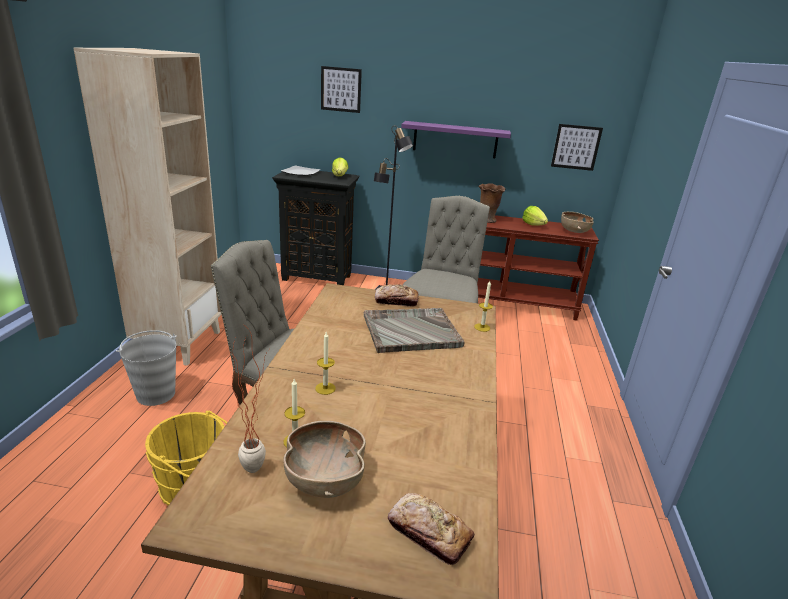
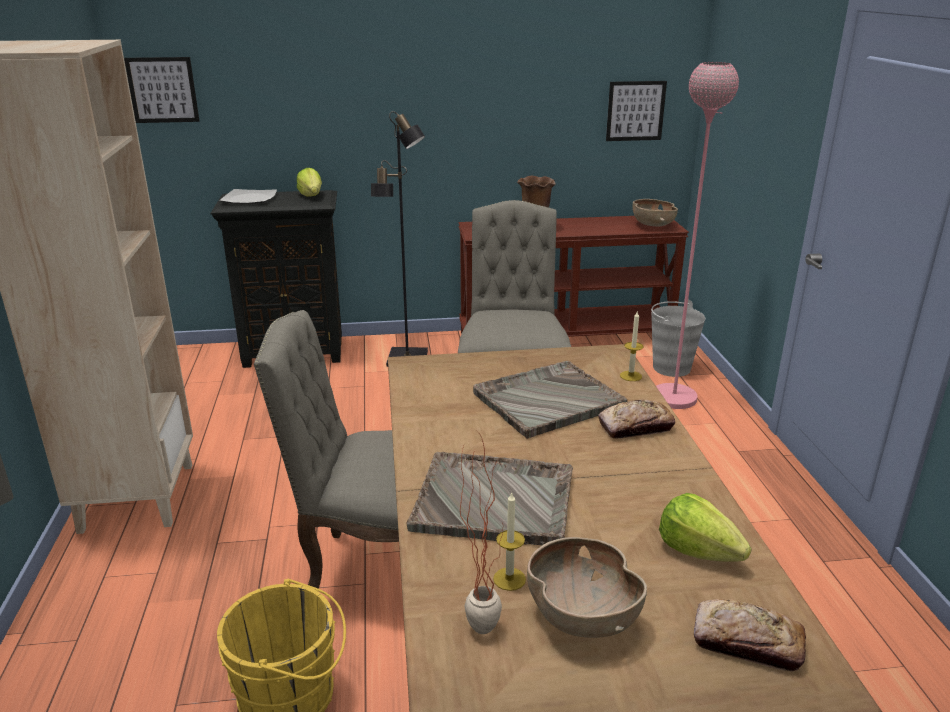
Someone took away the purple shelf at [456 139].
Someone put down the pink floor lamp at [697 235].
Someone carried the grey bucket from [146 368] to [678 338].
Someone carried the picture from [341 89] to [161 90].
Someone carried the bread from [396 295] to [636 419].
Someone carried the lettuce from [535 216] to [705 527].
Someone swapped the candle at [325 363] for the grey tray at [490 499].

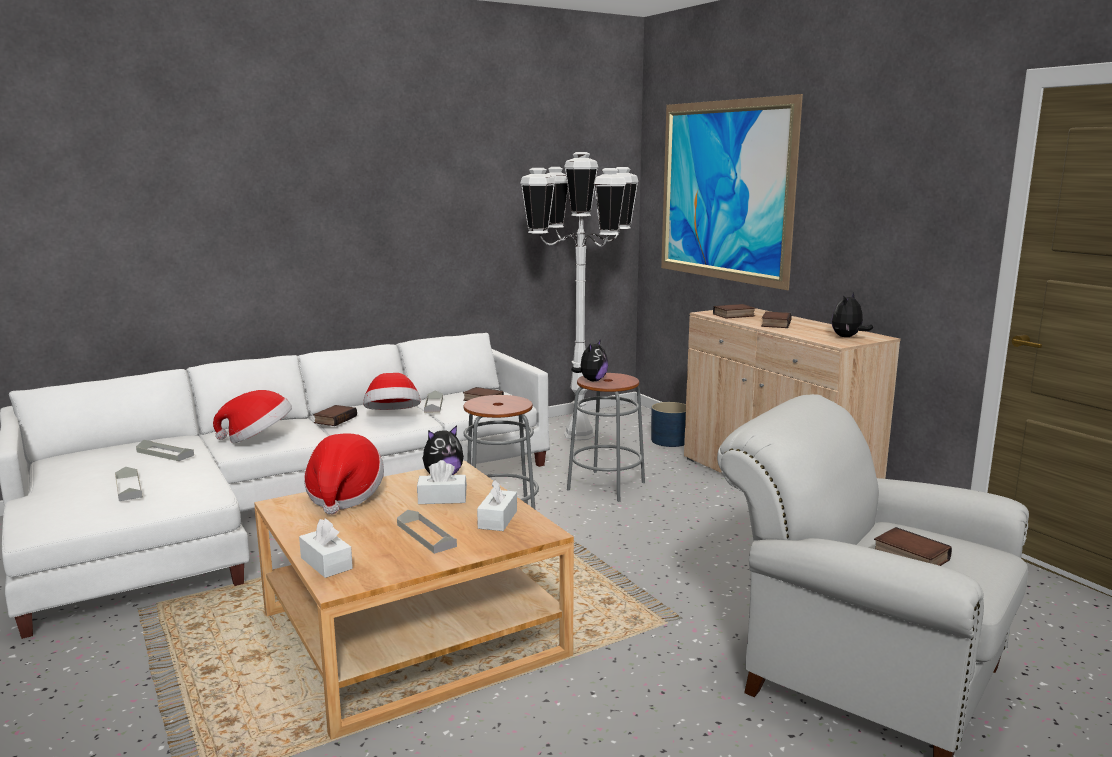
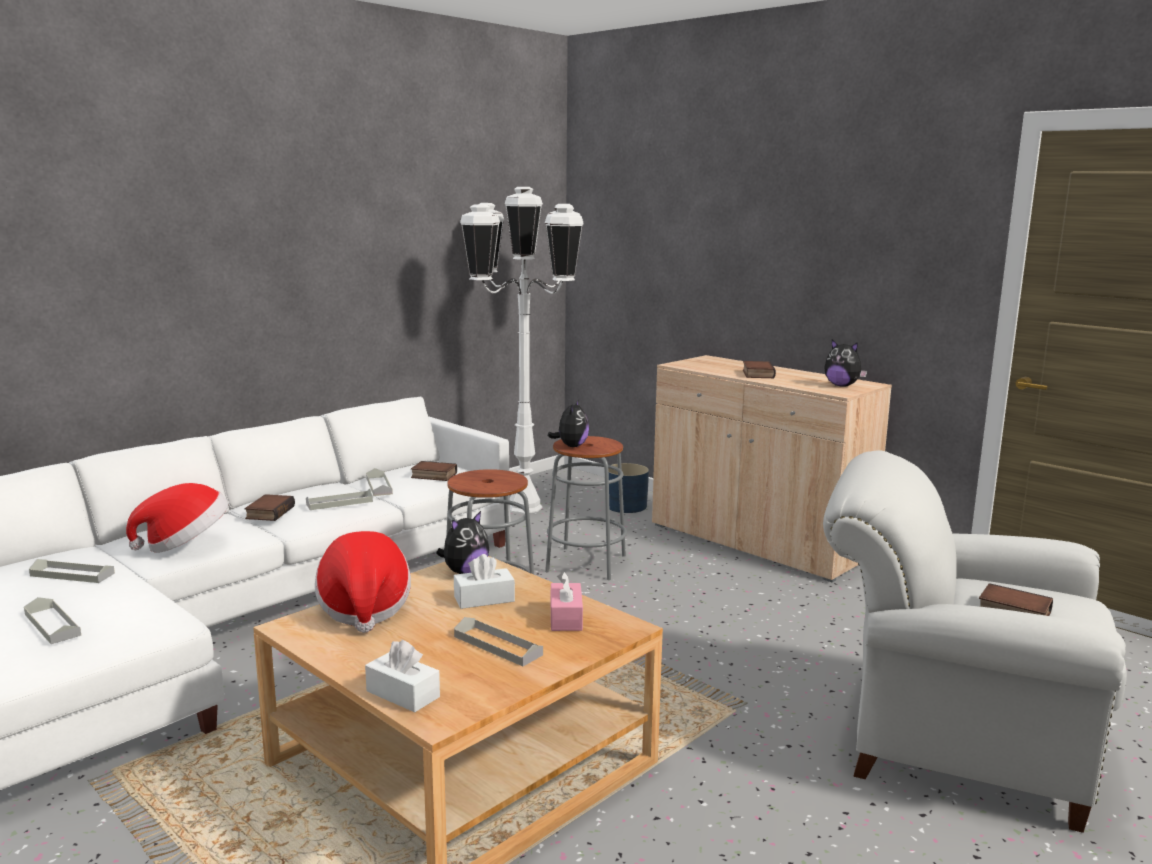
Someone took away the picture at [732 192].
Someone took away the book at [734 311].
Someone swapped the hat at [392 391] for the grey tray at [339 499].
Someone repainted the white tissue box at [497 505], which became the pink tissue box at [567 601].
Someone rotated the plush toy at [852 315] by 75 degrees counterclockwise.

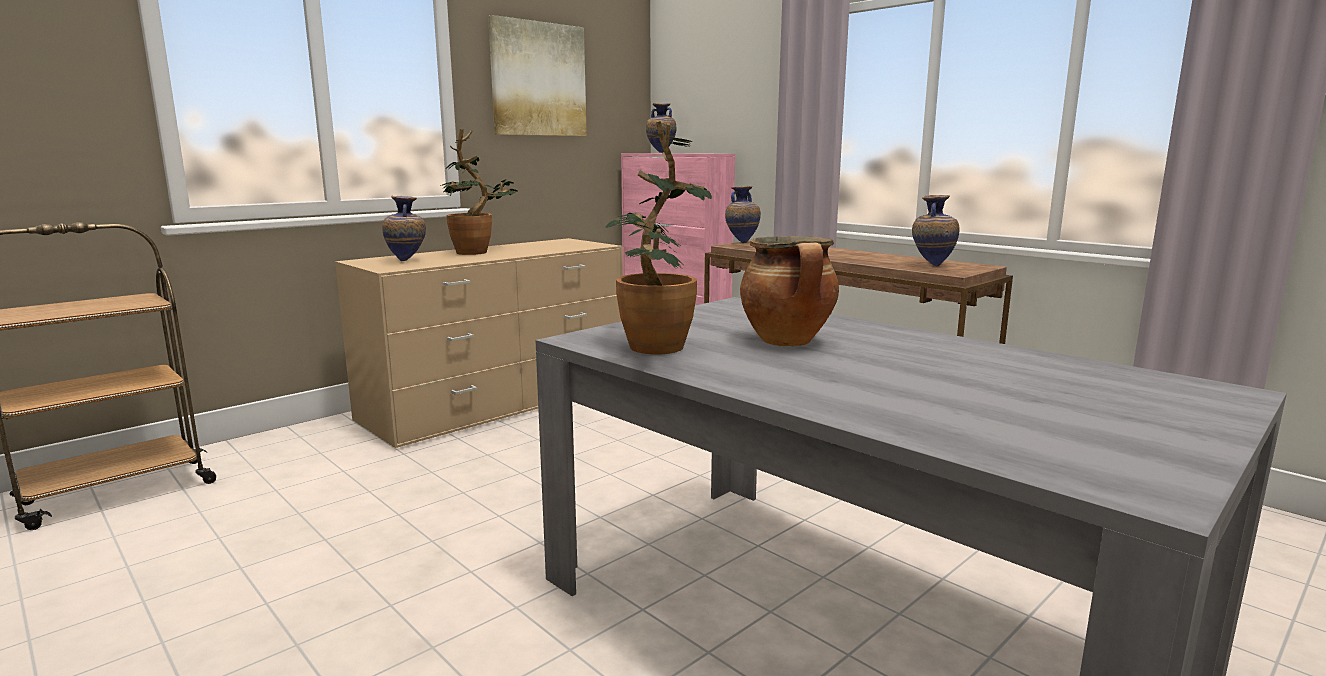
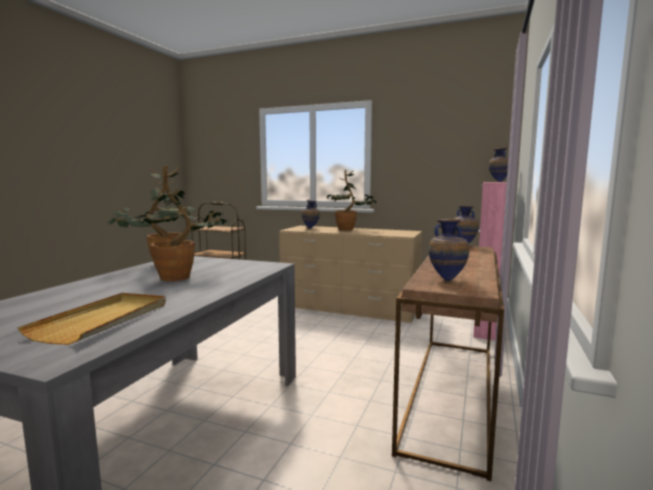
Someone took away the picture at [537 75].
Someone put down the beige tray at [91 319].
Someone swapped the cooking pot at [789 291] for the potted plant at [181 223].

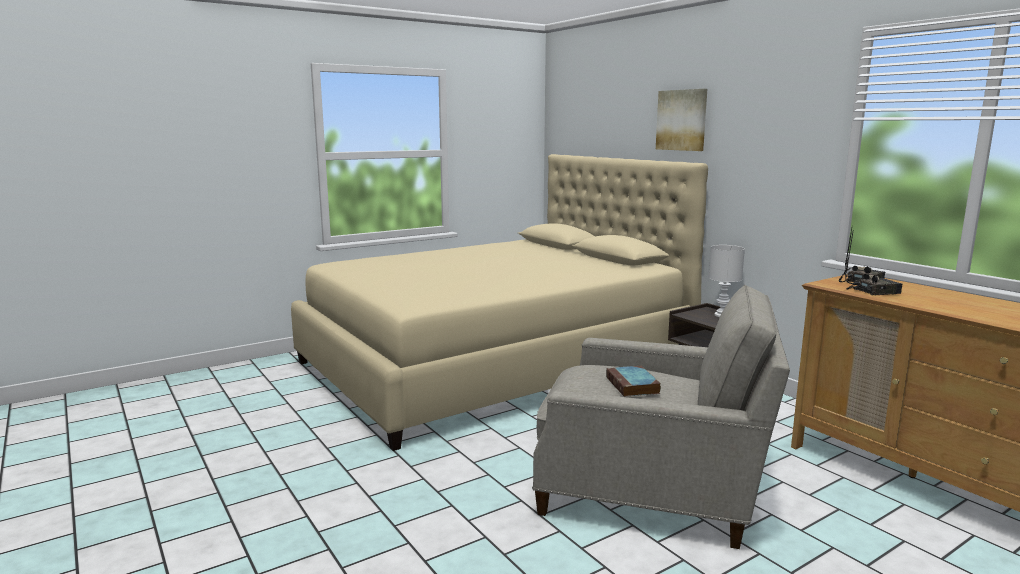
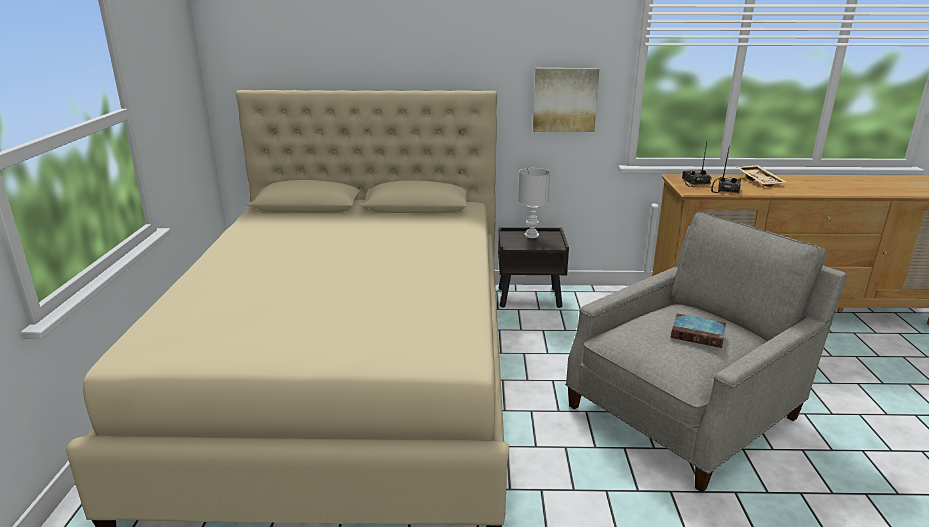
Someone put down the beige tray at [761 176].
Someone carried the picture from [681 120] to [566 100].

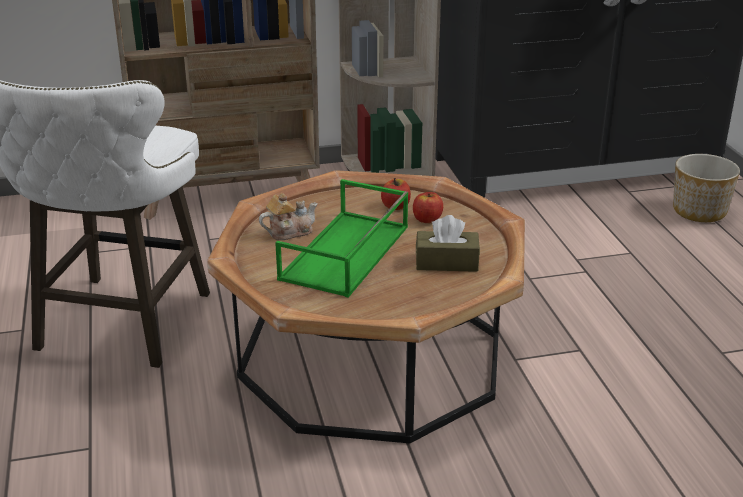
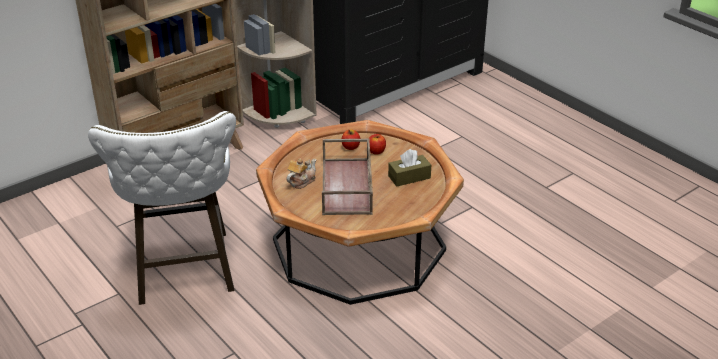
Someone took away the planter at [706 188].
Someone repainted the green tray at [341 238], which became the brown tray at [347 176].

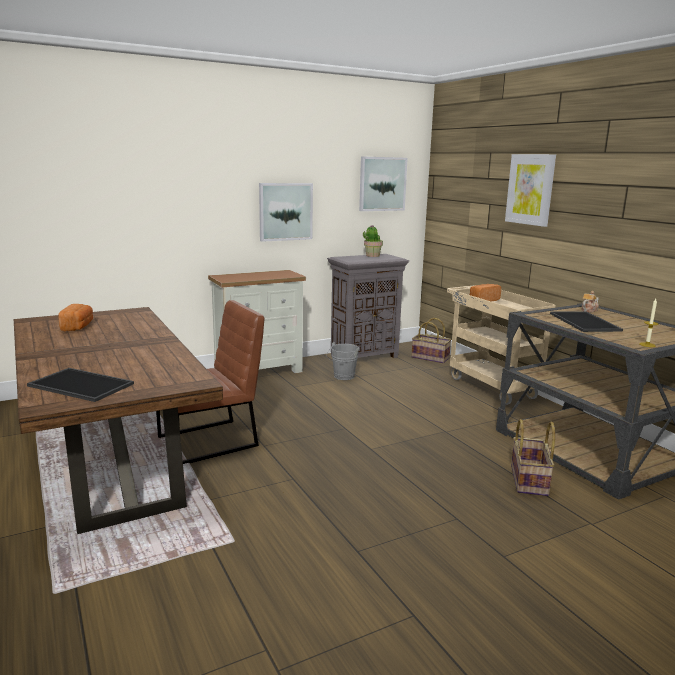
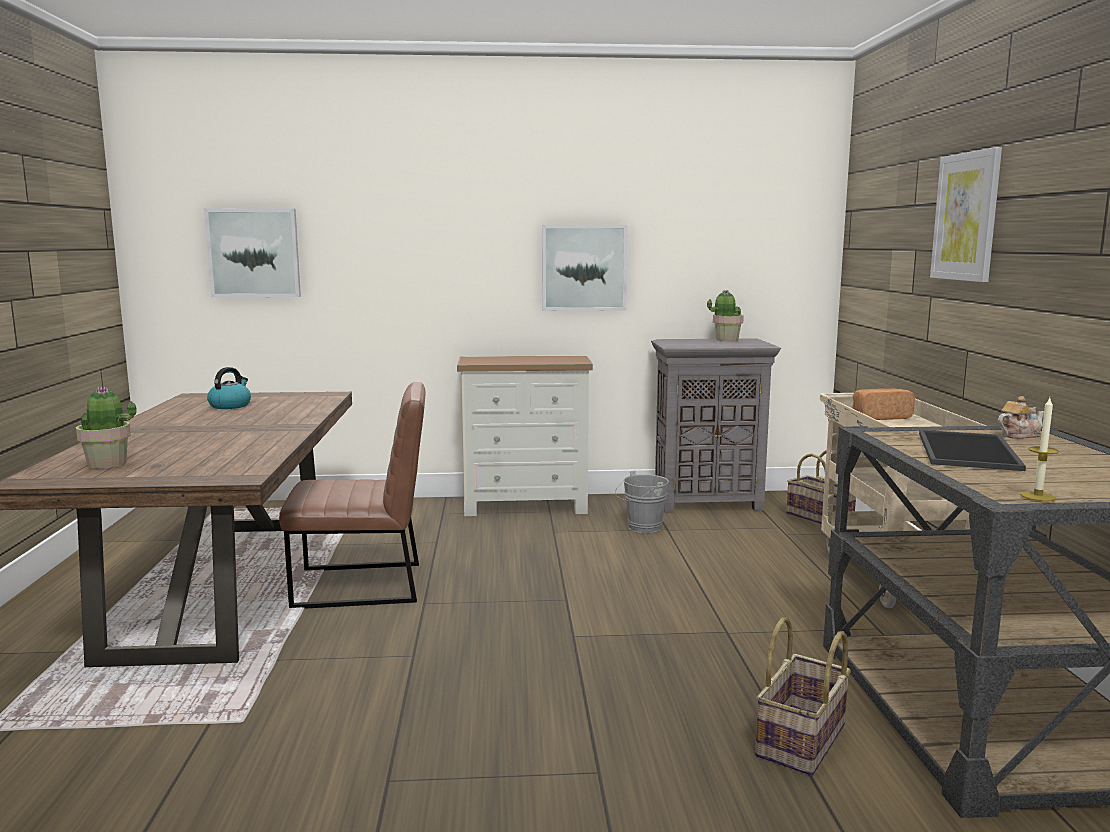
Someone carried the picture from [383 183] to [252 252].
Someone swapped the tray at [80 385] for the potted plant at [106 427].
Someone swapped the bread at [76 317] for the kettle at [229 388].

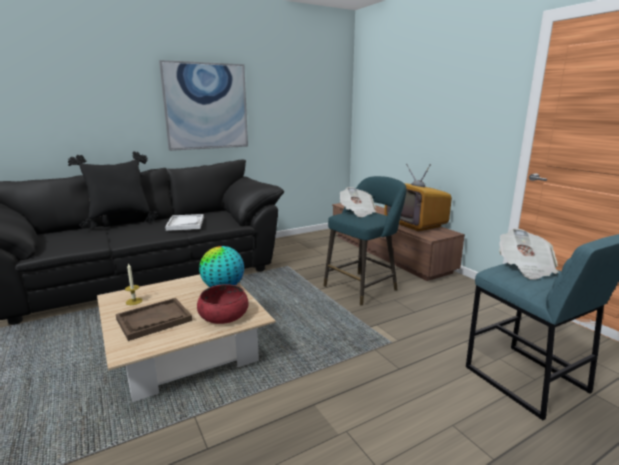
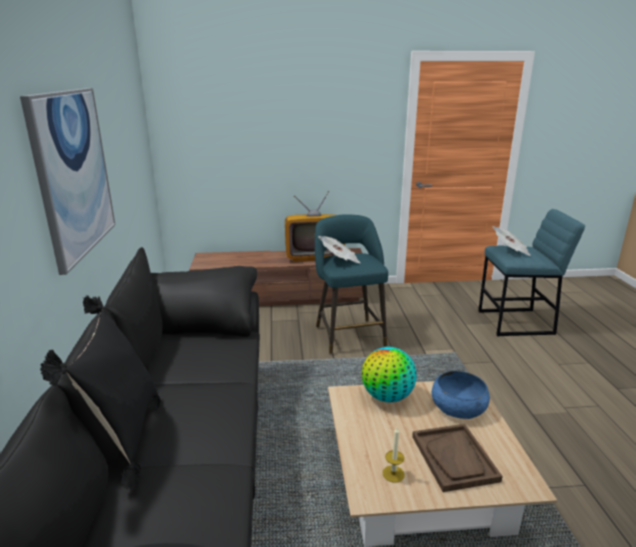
Someone took away the white tray at [184 222].
Someone repainted the red bowl at [222 304], which became the blue bowl at [461 395].

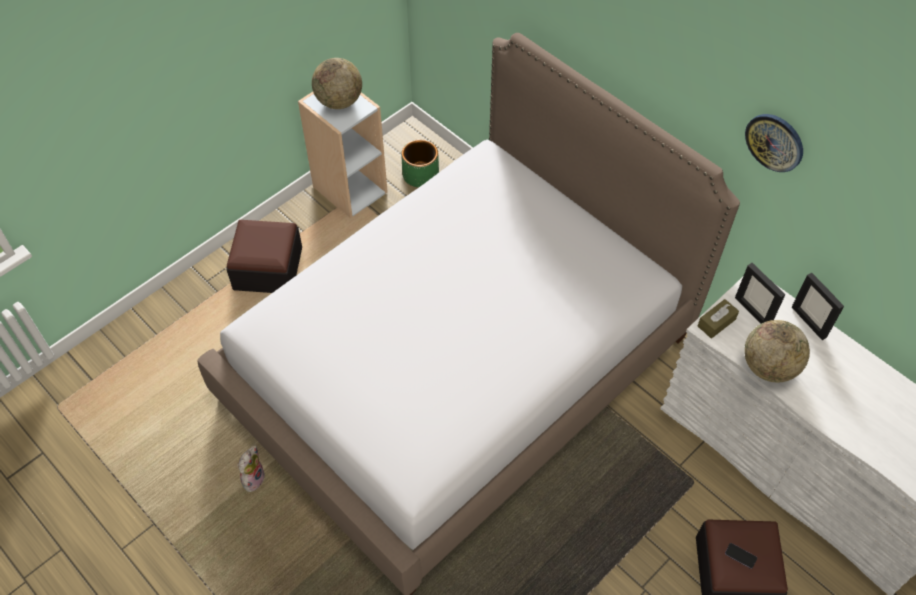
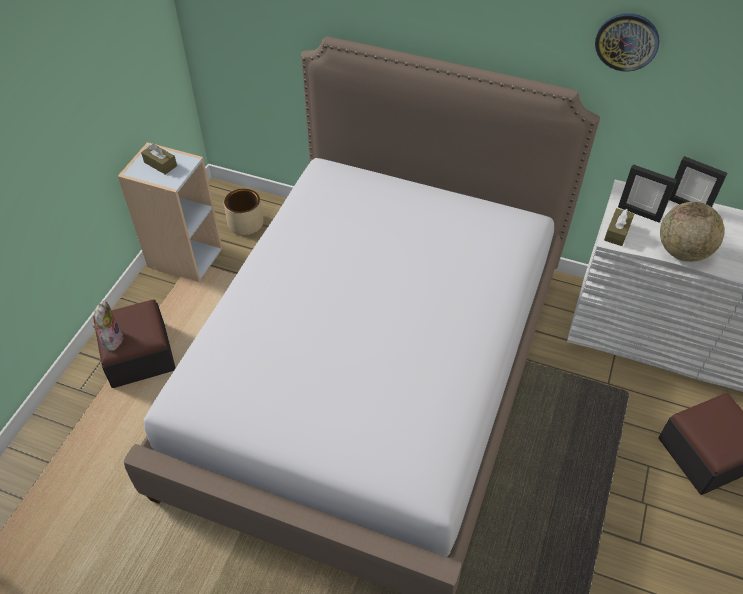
Someone took away the phone at [741 556].
Someone carried the plush toy from [251 468] to [108 325].
Someone swapped the globe at [337 83] for the brown tissue box at [159 159].
Someone repainted the green planter at [420 164], which became the beige planter at [244 212].

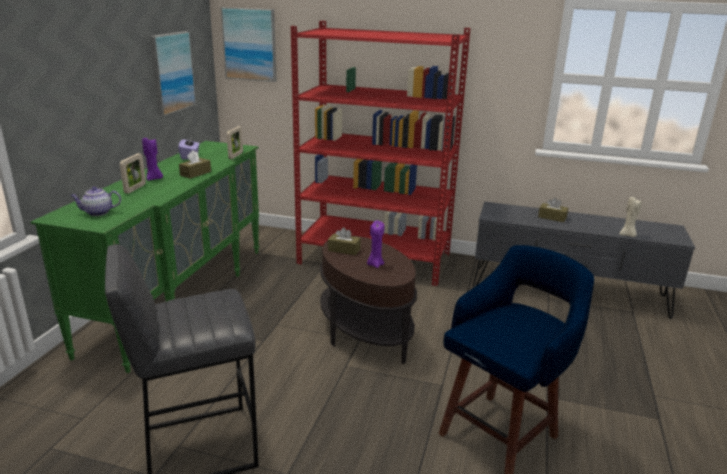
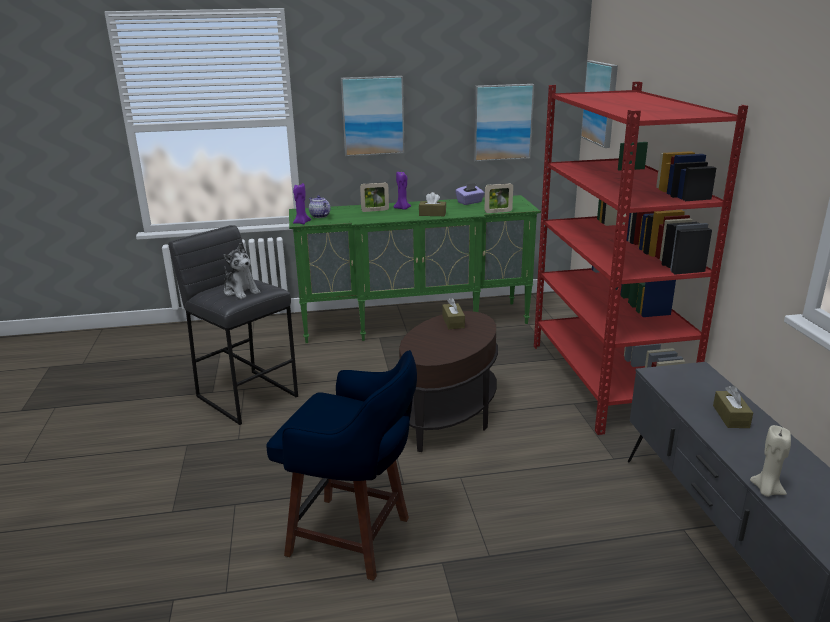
Someone put down the plush toy at [242 271].
Someone put up the picture at [373 116].
Someone carried the purple candle from [375 244] to [302 203].

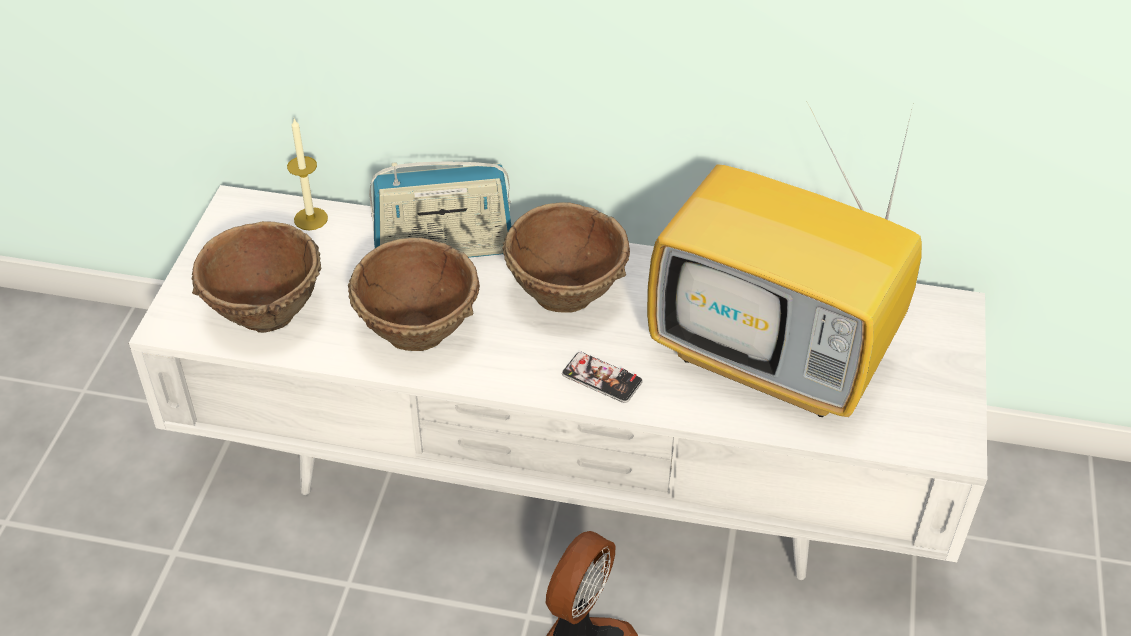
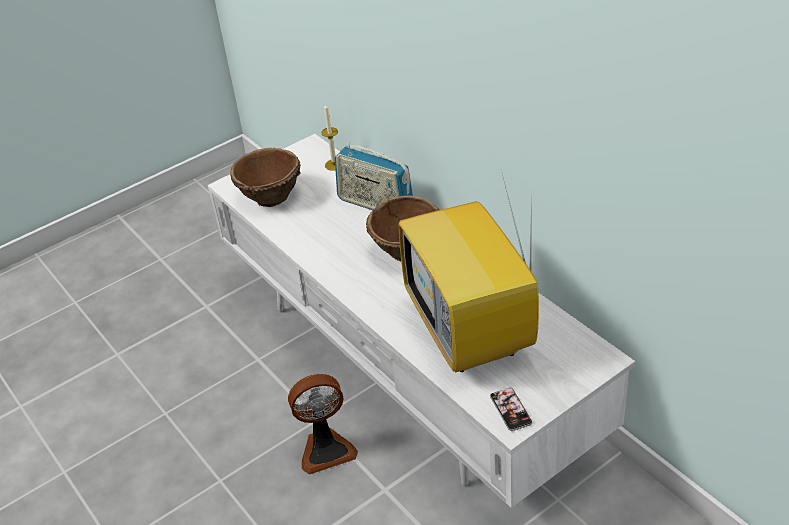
Someone took away the brown bowl at [414 294].
Someone carried the phone from [602 377] to [511 409].

